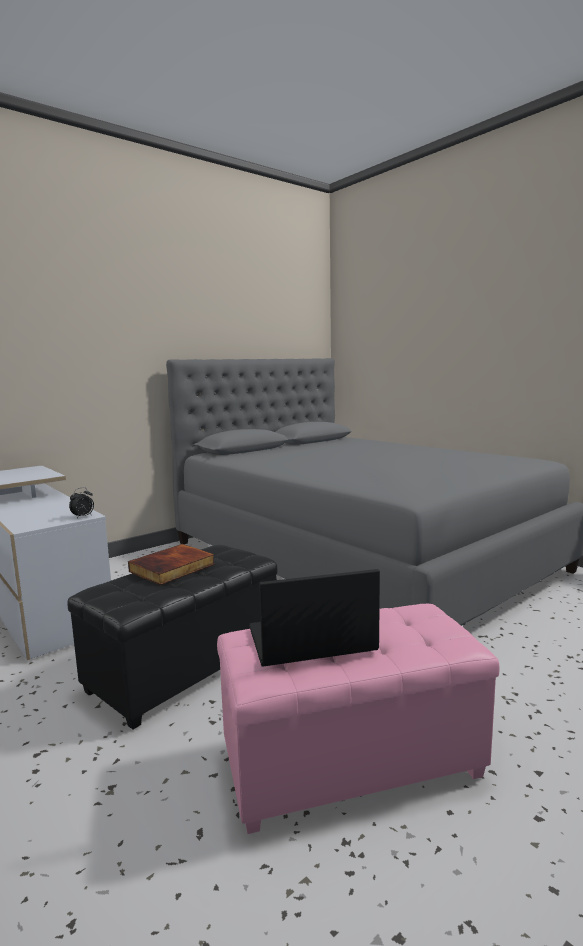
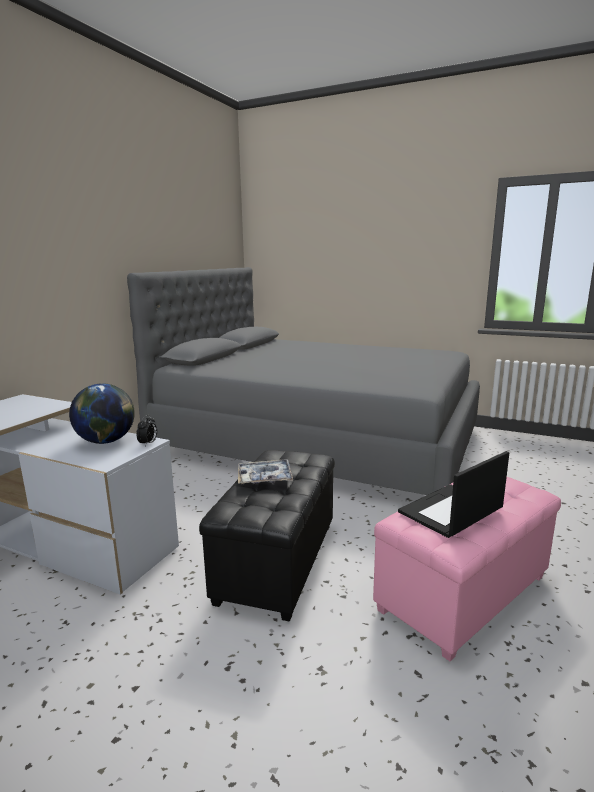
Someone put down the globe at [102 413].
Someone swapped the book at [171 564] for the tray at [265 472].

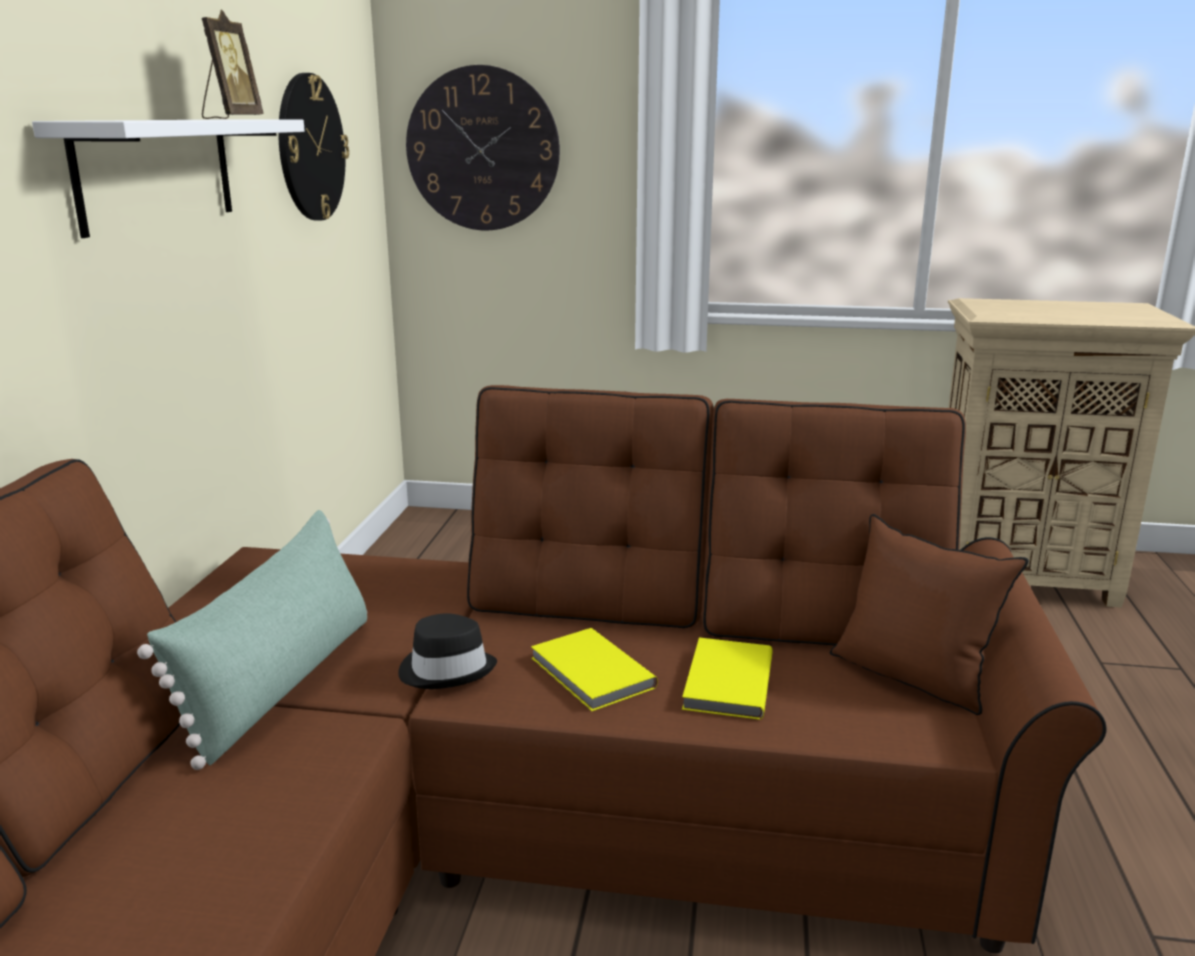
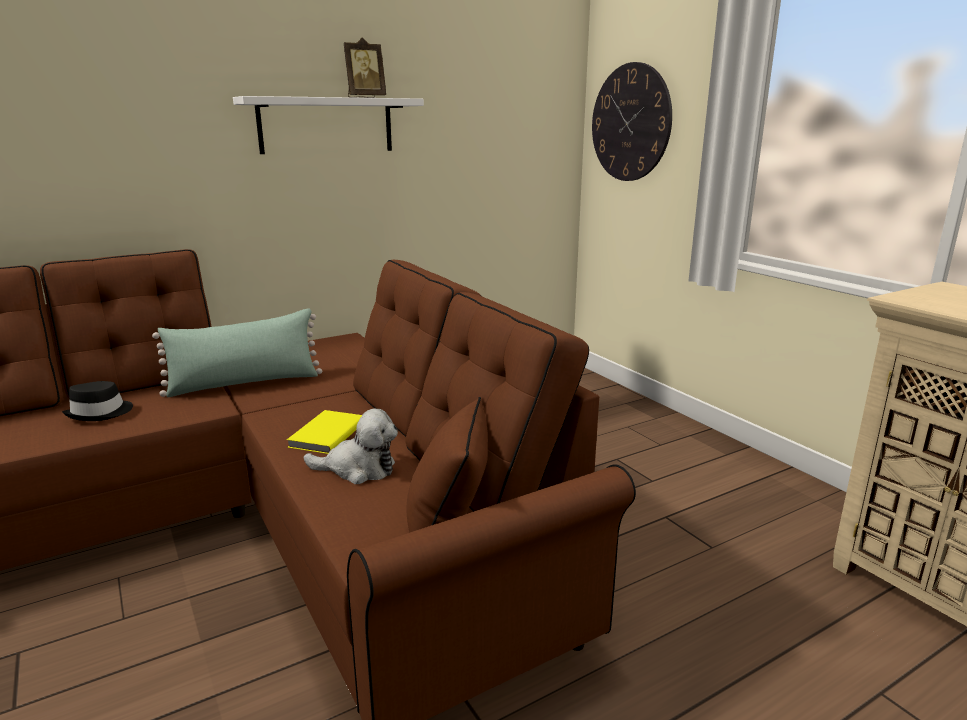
Someone took away the wall clock at [313 147].
Someone carried the black hat from [447 651] to [97 401].
Someone swapped the yellow book at [727 679] for the plush toy at [350 446].

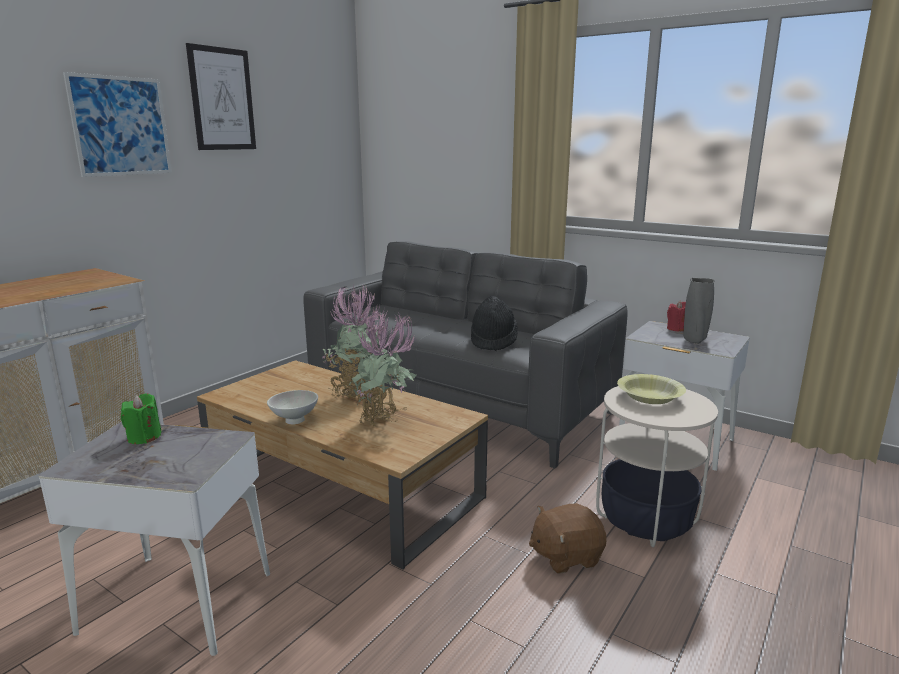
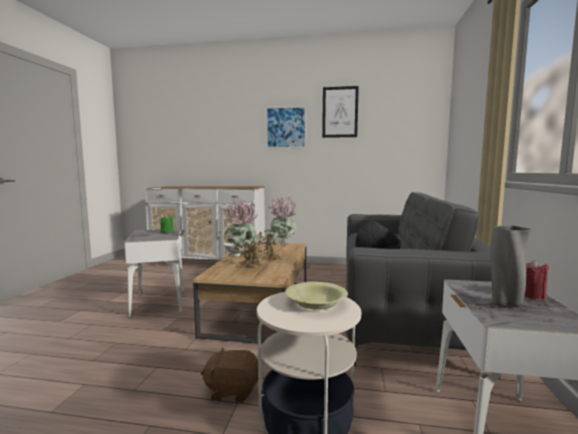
Someone rotated the brown plush toy at [568 538] by 45 degrees counterclockwise.

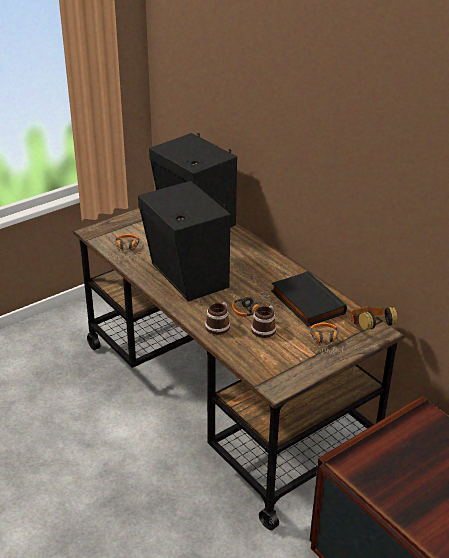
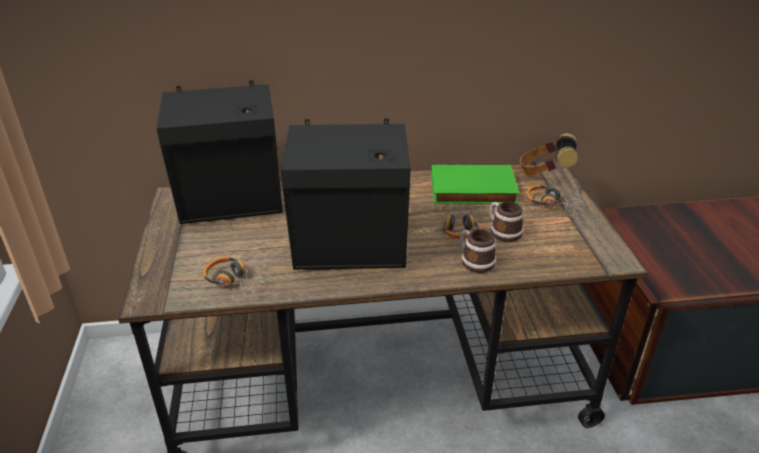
Someone repainted the black book at [309 299], which became the green book at [475 184].

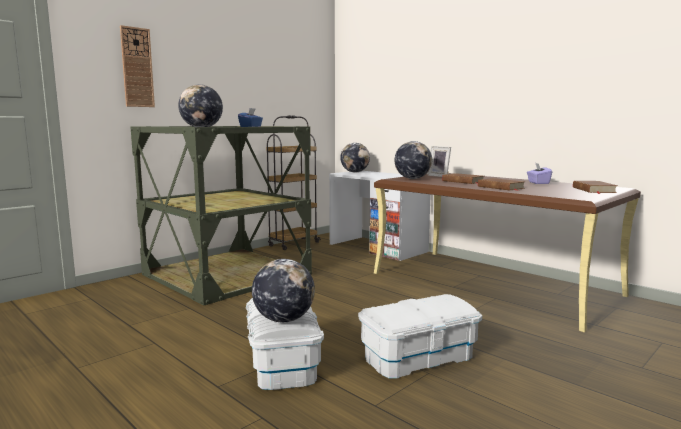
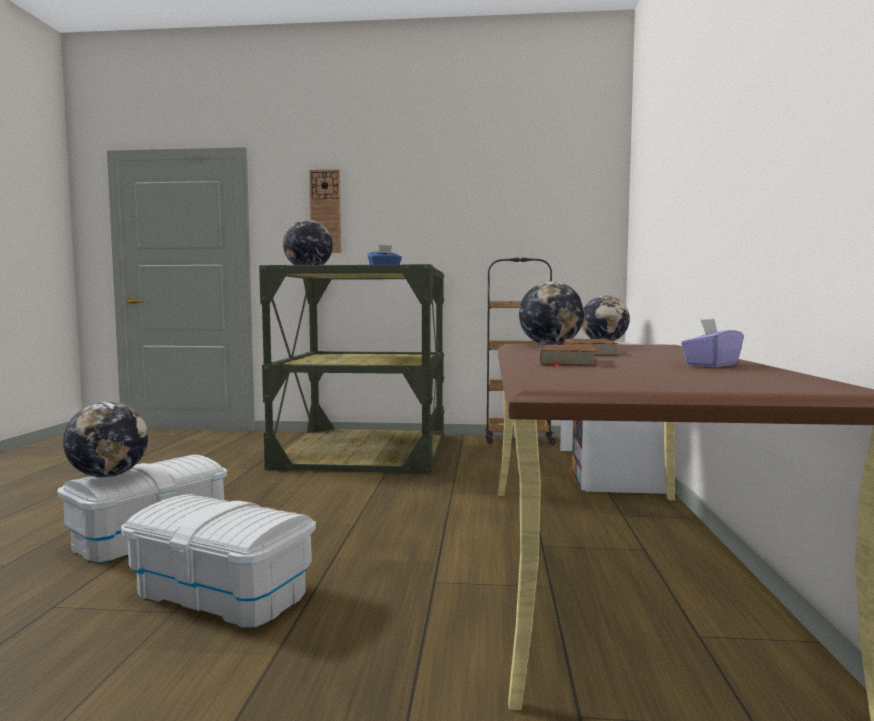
Someone took away the picture frame at [439 161].
Someone took away the brown book at [595 187].

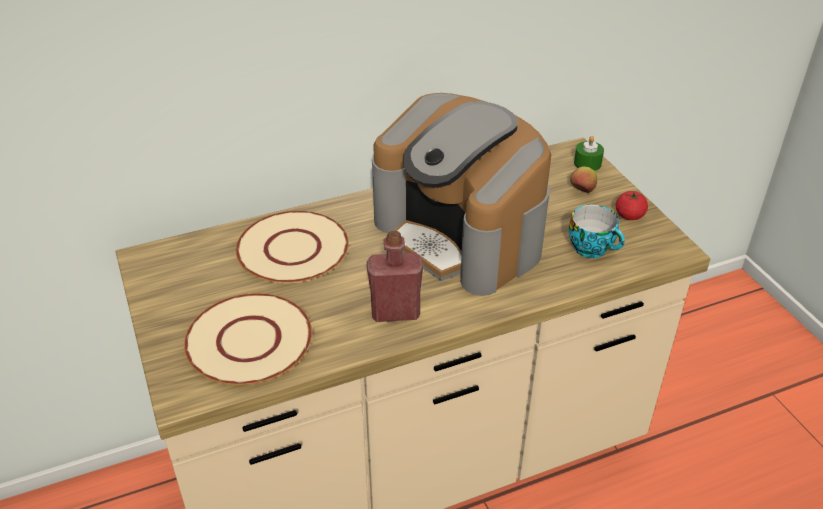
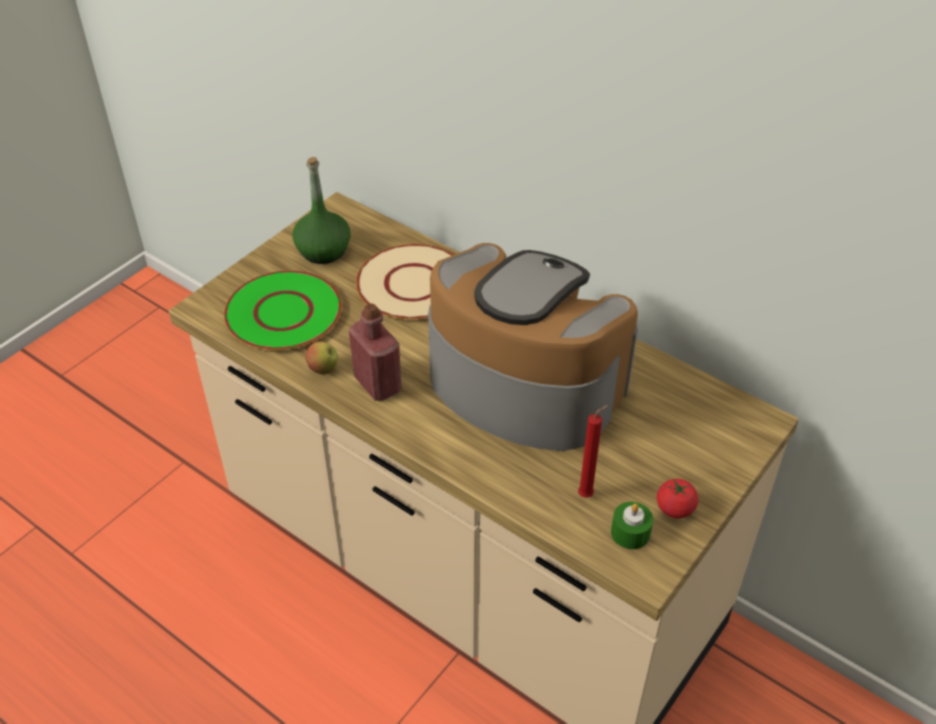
Someone put down the green bottle at [322 210].
Someone carried the apple from [583 179] to [322 357].
Someone carried the green candle from [589 153] to [632 525].
Someone swapped the cup at [596 231] for the red candle at [593 451].
Someone repainted the beige plate at [248 339], which became the green plate at [283 310].
Someone rotated the coffee machine at [461 194] by 105 degrees clockwise.

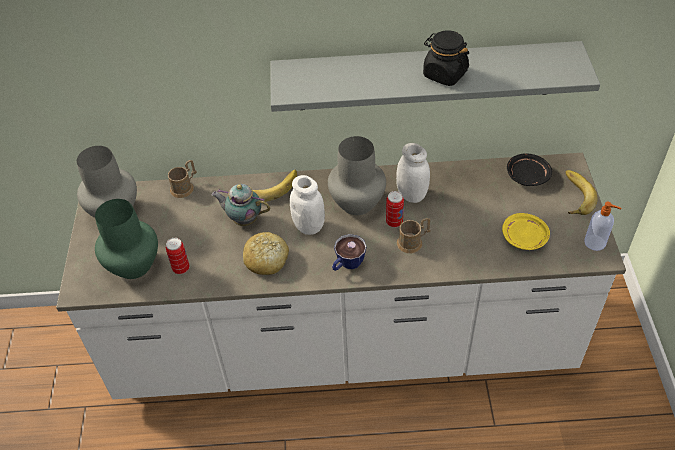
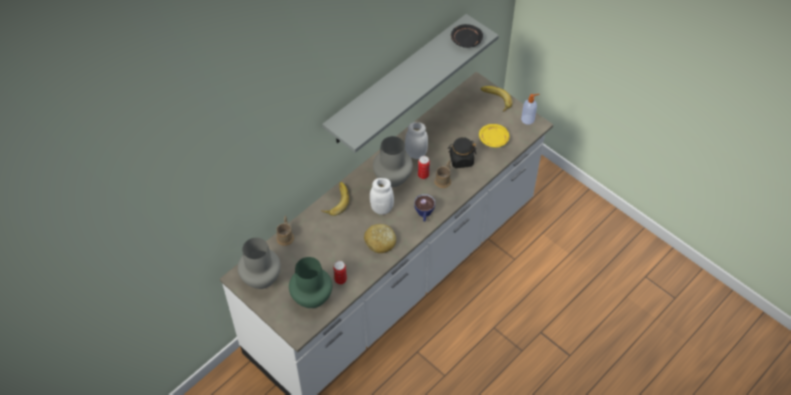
Someone took away the teapot at [241 205].
Someone carried the black jar from [446 58] to [462 152].
Someone carried the black plate from [529 170] to [467 36].

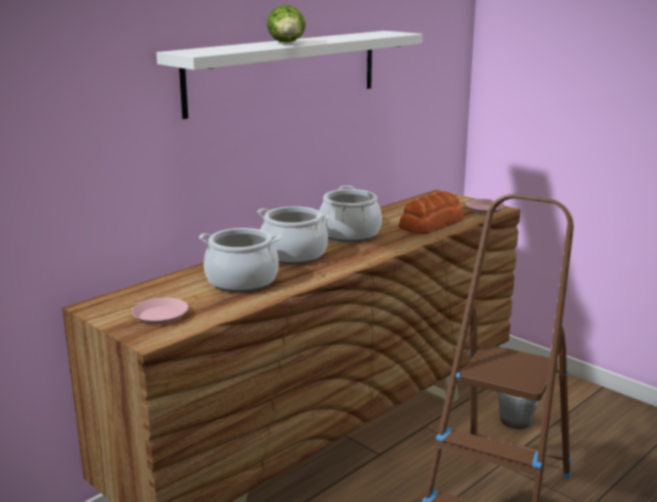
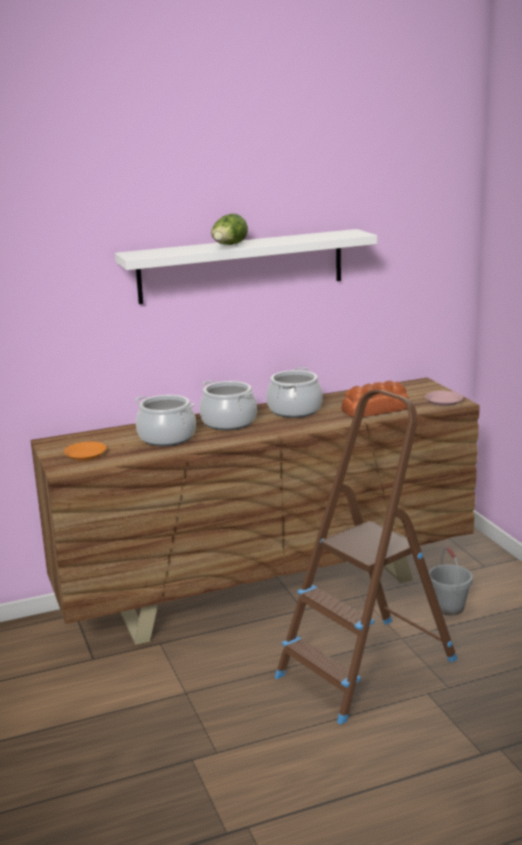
Someone repainted the pink plate at [160 311], which became the orange plate at [85 451].

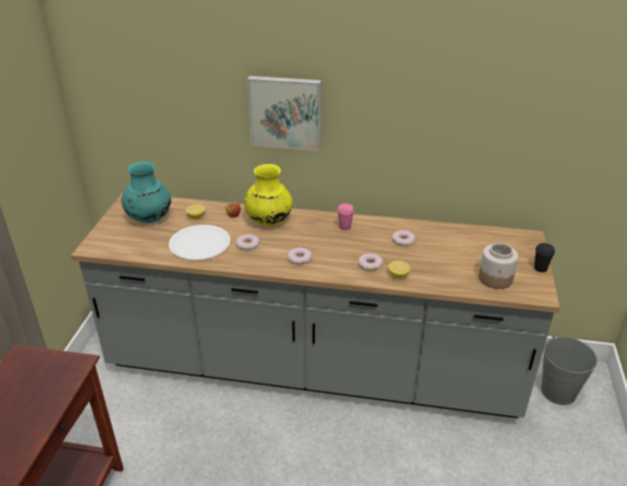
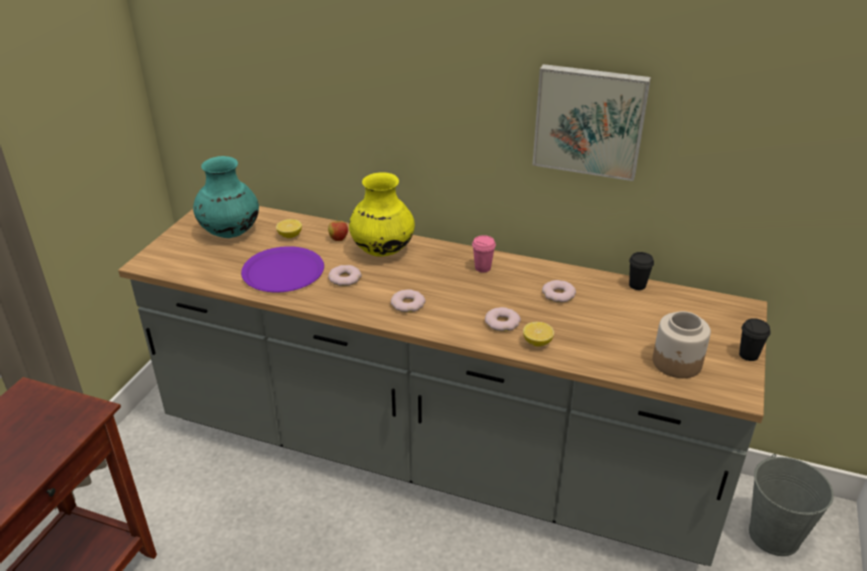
Someone put down the black cup at [641 271].
Someone carried the picture from [284 113] to [591 122].
Someone repainted the white plate at [200 242], which became the purple plate at [282 269].

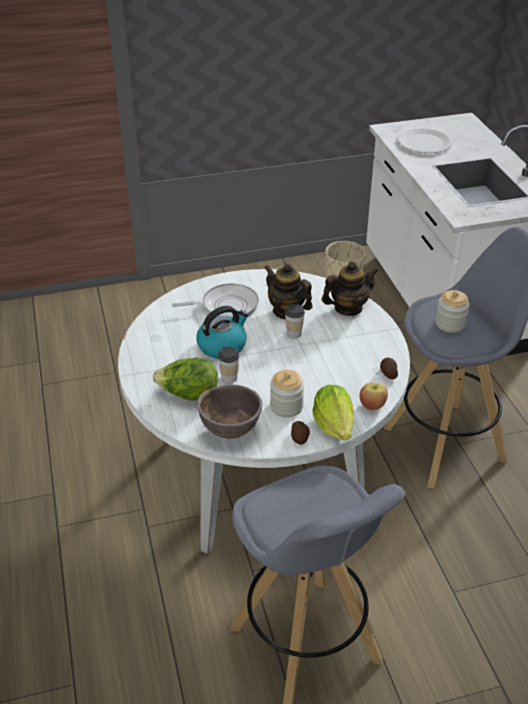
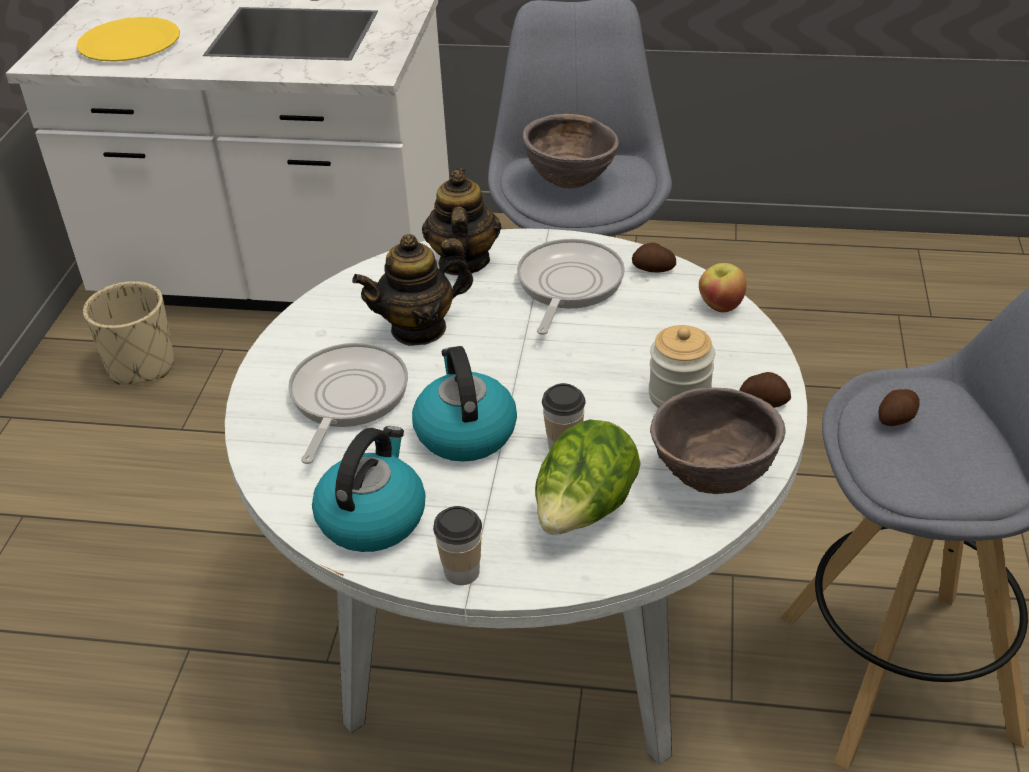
Someone took away the lettuce at [333 412].
Someone put down the kettle at [368 489].
Someone put down the frying pan at [571 287].
Someone put down the potato at [898 407].
Someone carried the cup from [295 321] to [457 545].
Someone swapped the jar at [452 311] for the brown bowl at [570 151].
Someone repainted the white plate at [425 140], which became the yellow plate at [128 39].

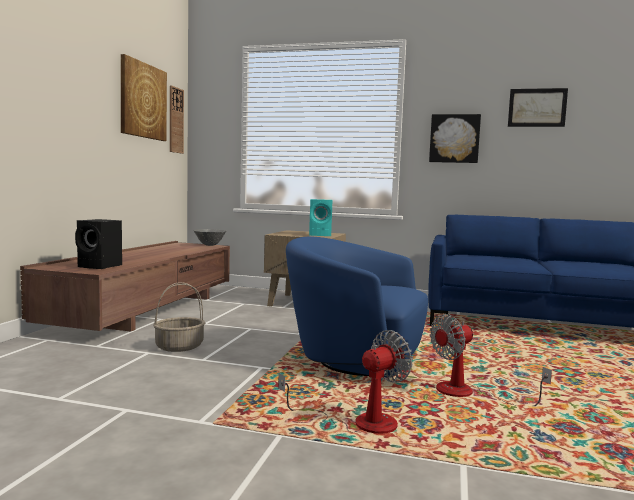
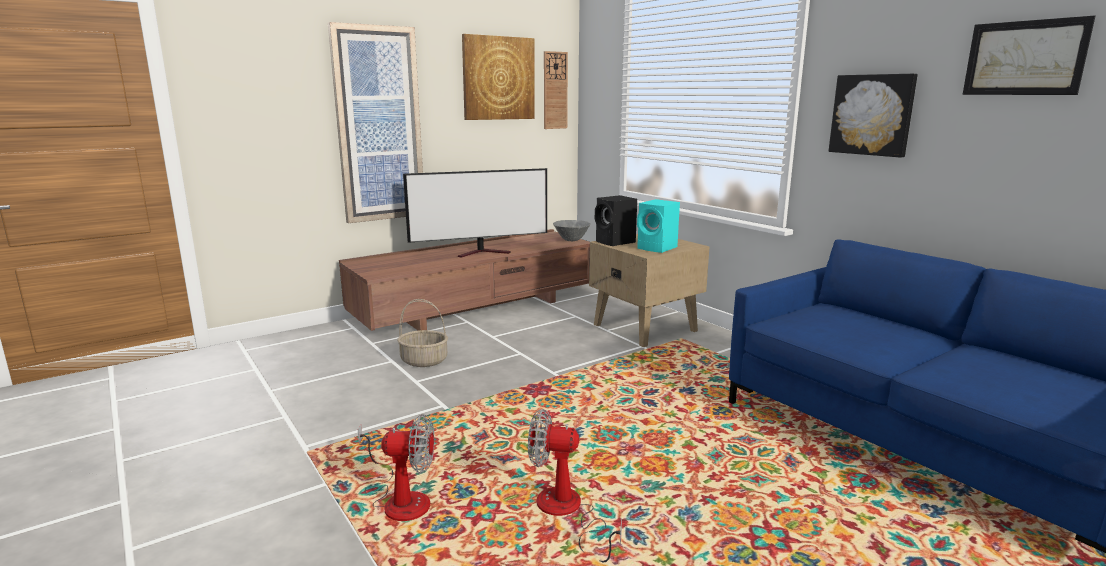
Someone took away the blue armchair at [357 307].
Someone put up the picture at [375 122].
Someone put down the television at [475 212].
Someone carried the black speaker from [98 244] to [616 220].

